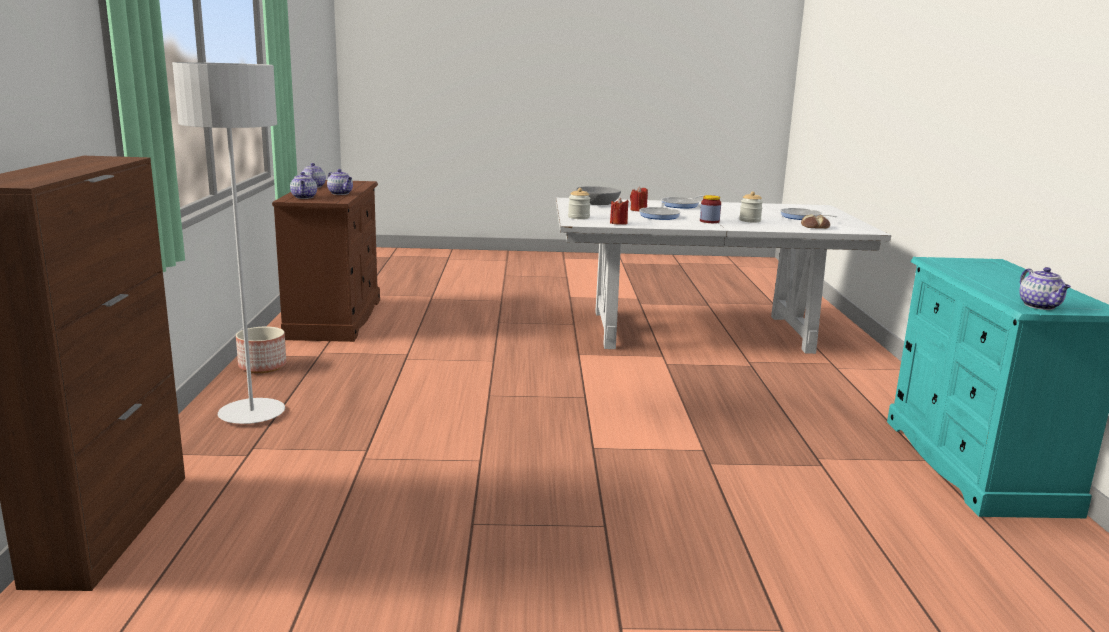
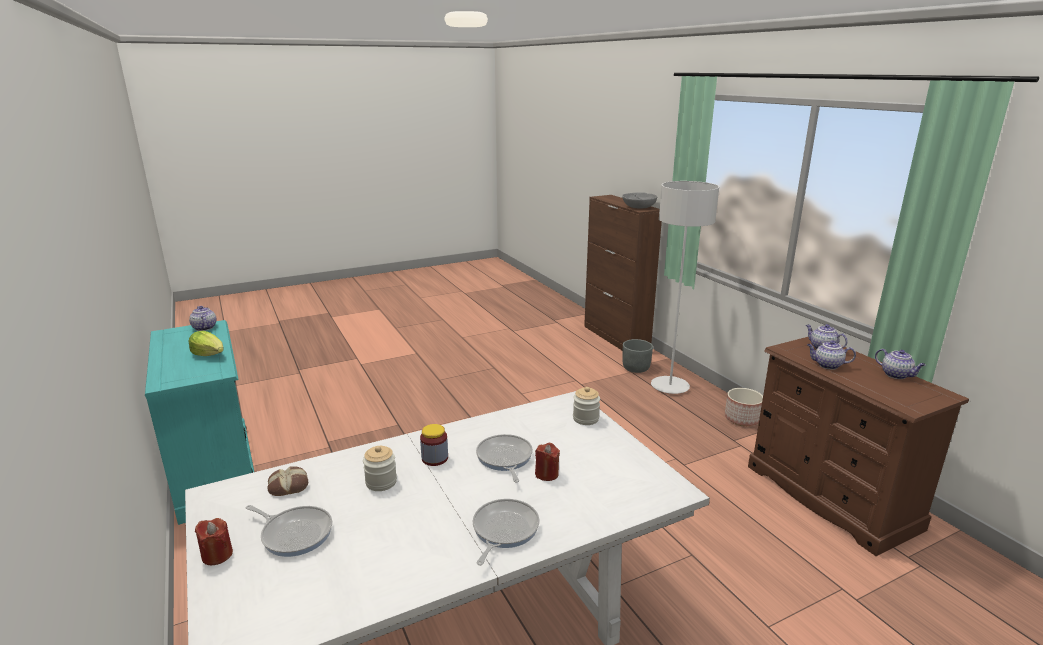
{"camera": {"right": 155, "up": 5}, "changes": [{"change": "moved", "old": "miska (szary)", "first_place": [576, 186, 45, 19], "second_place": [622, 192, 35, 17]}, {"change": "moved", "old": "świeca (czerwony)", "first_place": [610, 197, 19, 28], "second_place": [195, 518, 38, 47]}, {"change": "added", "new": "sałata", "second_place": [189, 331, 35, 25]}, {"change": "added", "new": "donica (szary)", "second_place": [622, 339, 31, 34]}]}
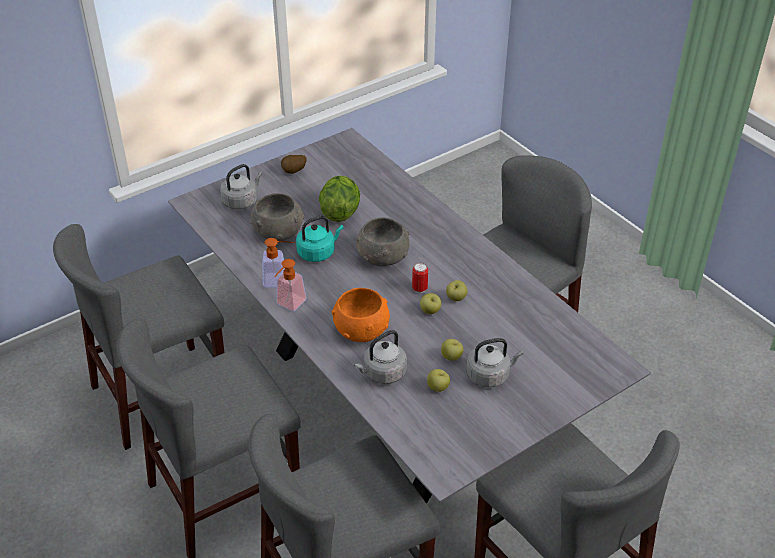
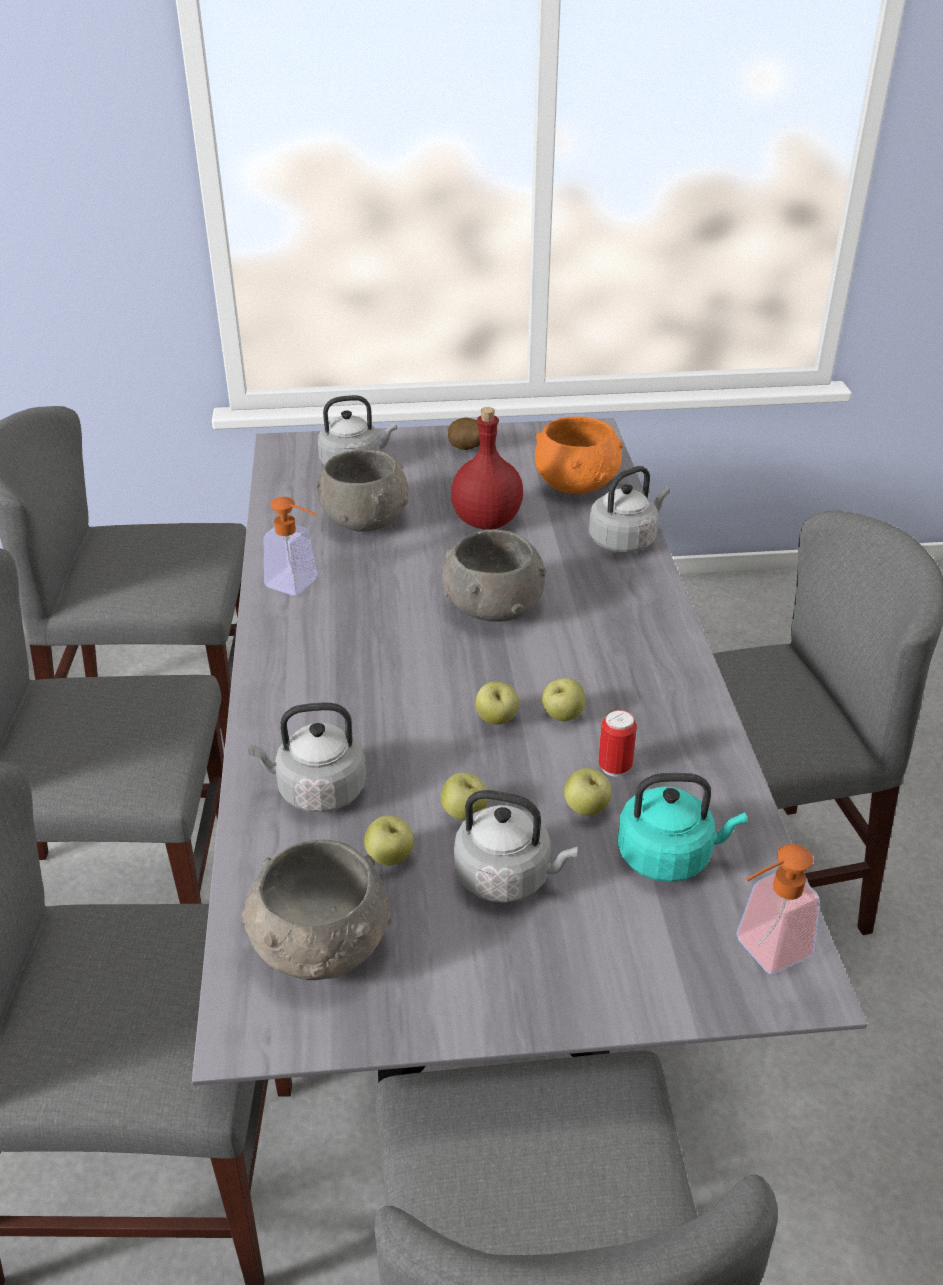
{"camera": {"right": 30, "up": -5}, "changes": [{"change": "moved", "old": "dozownik mydła", "first_place": [274, 259, 33, 52], "second_place": [736, 844, 84, 130]}, {"change": "moved", "old": "czajnik (turkusowy)", "first_place": [296, 216, 48, 46], "second_place": [618, 773, 129, 109]}, {"change": "replaced", "old": "sałata", "new": "butelka (czerwony)", "first_place": [319, 176, 41, 46], "second_place": [451, 407, 72, 123]}, {"change": "moved", "old": "miska (pomarańczowy)", "first_place": [332, 288, 58, 54], "second_place": [535, 416, 88, 78]}, {"change": "moved", "old": "puszka", "first_place": [412, 263, 16, 30], "second_place": [598, 710, 39, 67]}, {"change": "added", "new": "miska (szary)", "second_place": [241, 840, 151, 140]}, {"change": "added", "new": "jabłko", "second_place": [564, 768, 48, 48]}, {"change": "added", "new": "czajnik (szary)", "second_place": [589, 466, 81, 87]}]}
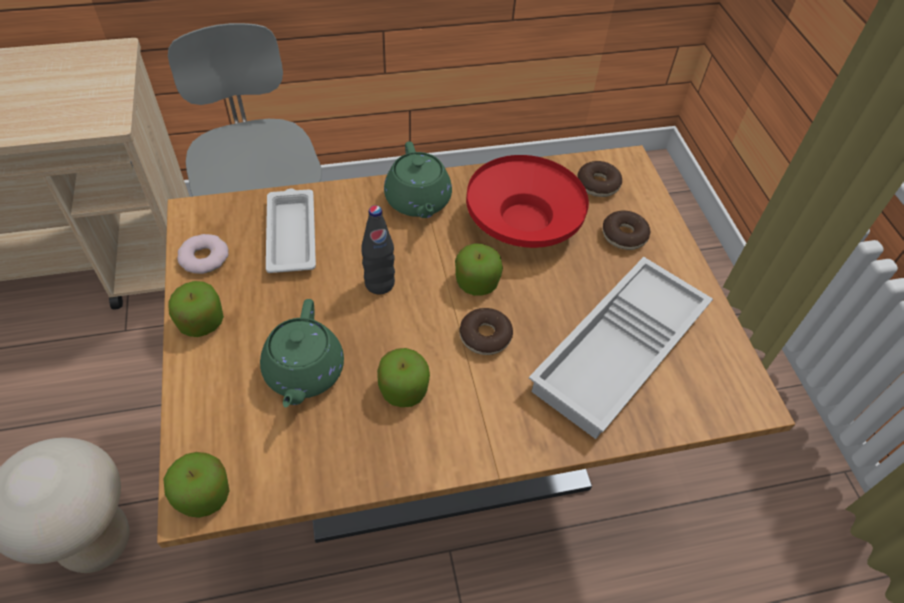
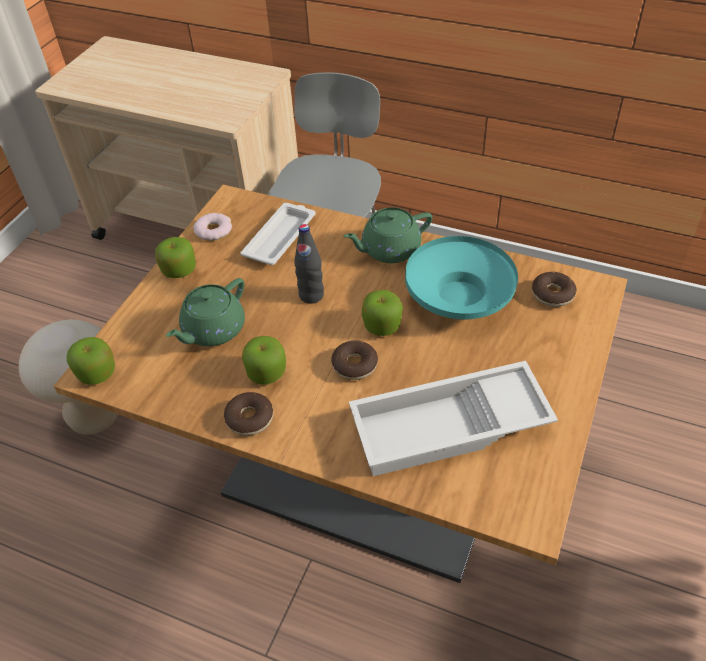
{"camera": {"right": 40, "up": -5}, "changes": [{"change": "turned", "old": "imbryk (zielony)", "first_place": [384, 141, 68, 77], "second_place": [344, 207, 88, 56], "degrees": 45}, {"change": "recoloured", "old": "miska (czerwony)", "new": "miska (turkusowy)", "first_place": [466, 155, 123, 93], "second_place": [405, 236, 113, 83]}, {"change": "moved", "old": "donut", "first_place": [603, 211, 47, 39], "second_place": [224, 392, 49, 44]}]}
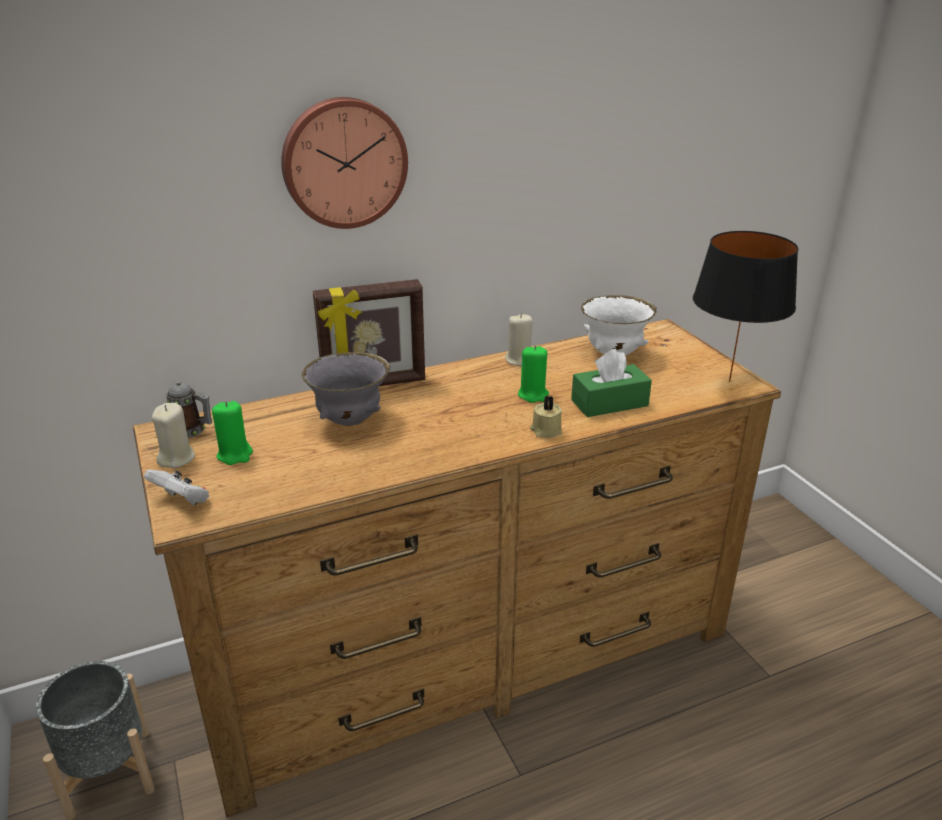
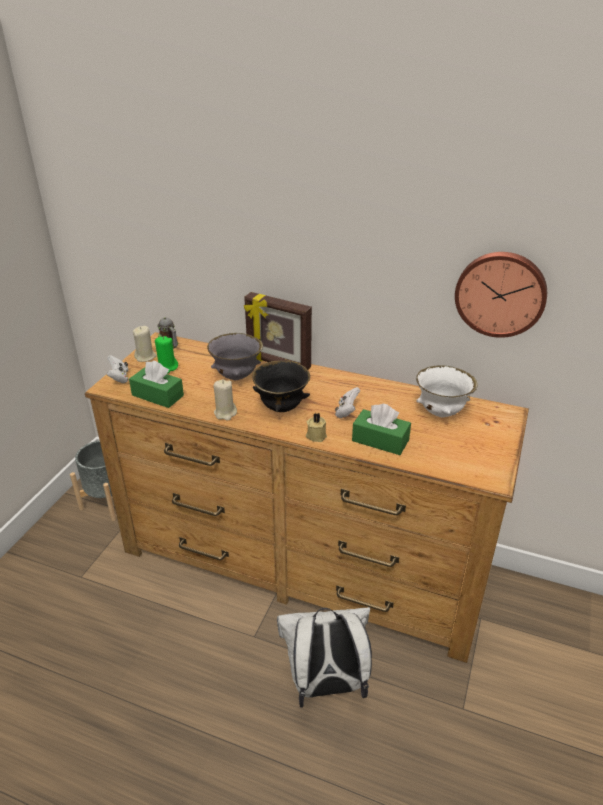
{"camera": {"right": 45, "up": 5}, "changes": [{"change": "moved", "old": "zegar ścienny", "first_place": [281, 97, 127, 132], "second_place": [455, 252, 92, 86]}, {"change": "moved", "old": "świeca (beżowy)", "first_place": [505, 313, 28, 54], "second_place": [214, 379, 23, 42]}, {"change": "replaced", "old": "świeca (zielony)", "new": "pad do gier (biały)", "first_place": [518, 345, 31, 58], "second_place": [335, 387, 25, 31]}, {"change": "removed", "old": "lampa stołowa (czarny)", "first_place": [693, 231, 105, 151]}, {"change": "added", "new": "pudełko chusteczek (zielony)", "second_place": [129, 361, 55, 47]}, {"change": "added", "new": "miska (czarny)", "second_place": [252, 360, 58, 52]}, {"change": "added", "new": "plecak (biały)", "second_place": [277, 607, 95, 101]}]}
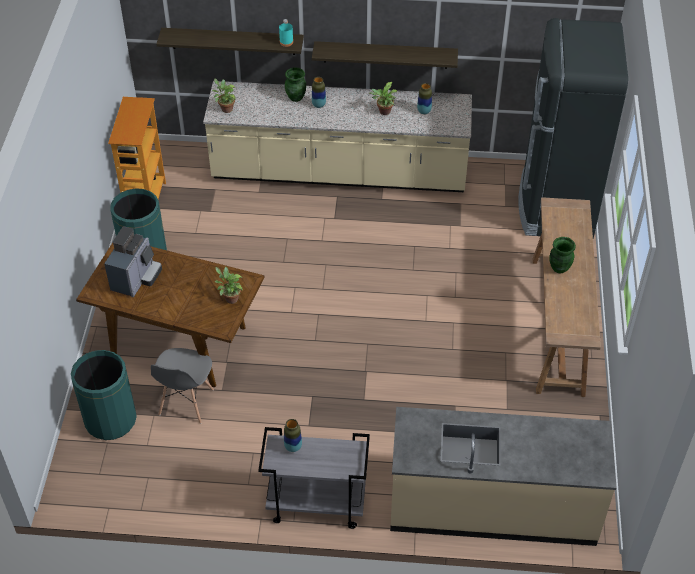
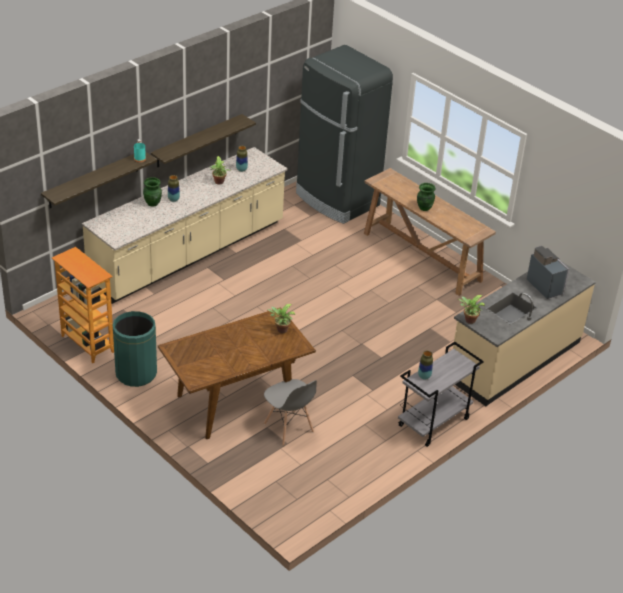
{"camera": {"right": -50, "up": -10}, "changes": [{"change": "removed", "old": "kosz na śmieci (zielony)", "first_place": [71, 350, 66, 90]}, {"change": "moved", "old": "ekspres do kawy", "first_place": [104, 227, 58, 70], "second_place": [527, 246, 42, 53]}, {"change": "moved", "old": "roślina doniczkowa", "first_place": [212, 79, 24, 34], "second_place": [458, 295, 27, 29]}]}
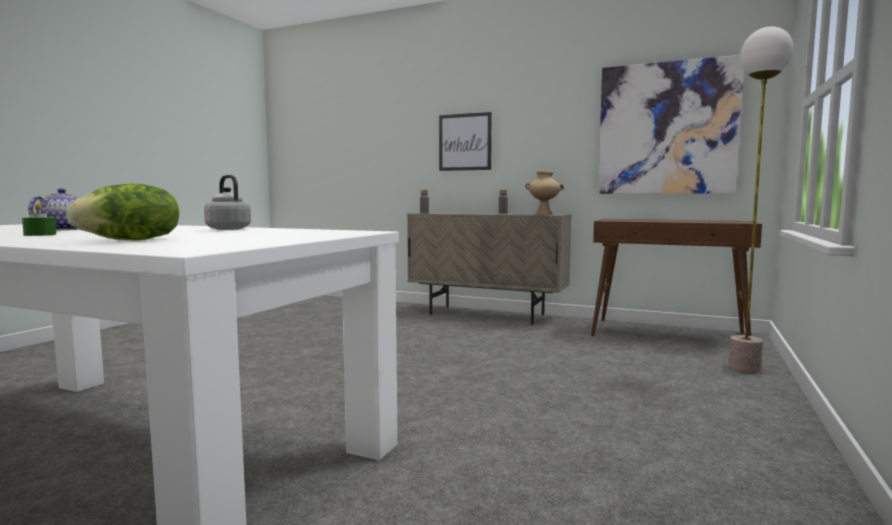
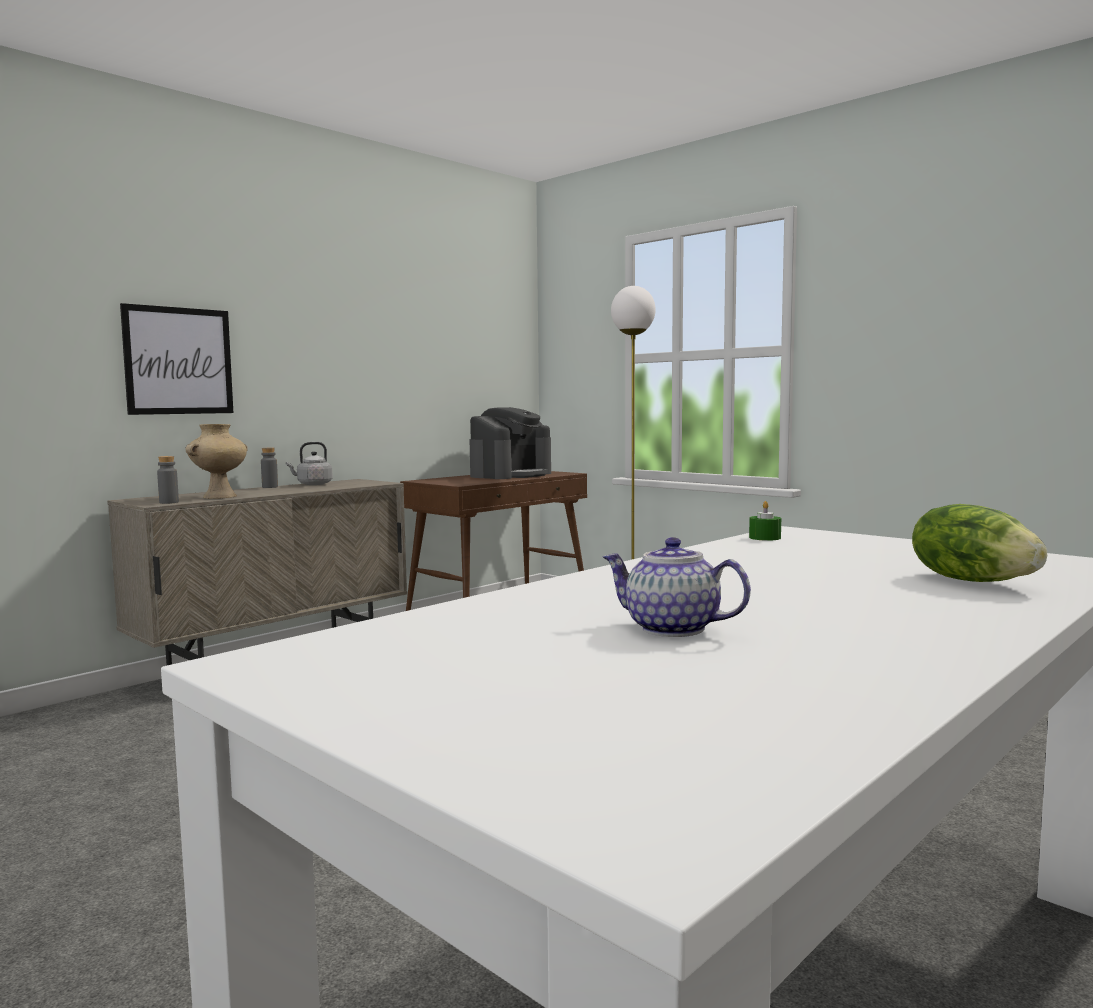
{"camera": {"right": -70, "up": 0}, "changes": [{"change": "moved", "old": "świeca (zielony)", "first_place": [22, 203, 34, 33], "second_place": [749, 501, 32, 40]}, {"change": "moved", "old": "czajnik (szary)", "first_place": [204, 175, 47, 55], "second_place": [286, 442, 47, 43]}, {"change": "moved", "old": "wazon (beżowy)", "first_place": [525, 172, 39, 43], "second_place": [185, 424, 62, 75]}, {"change": "removed", "old": "obraz", "first_place": [598, 55, 146, 139]}, {"change": "added", "new": "ekspres do kawy", "second_place": [469, 407, 82, 72]}]}
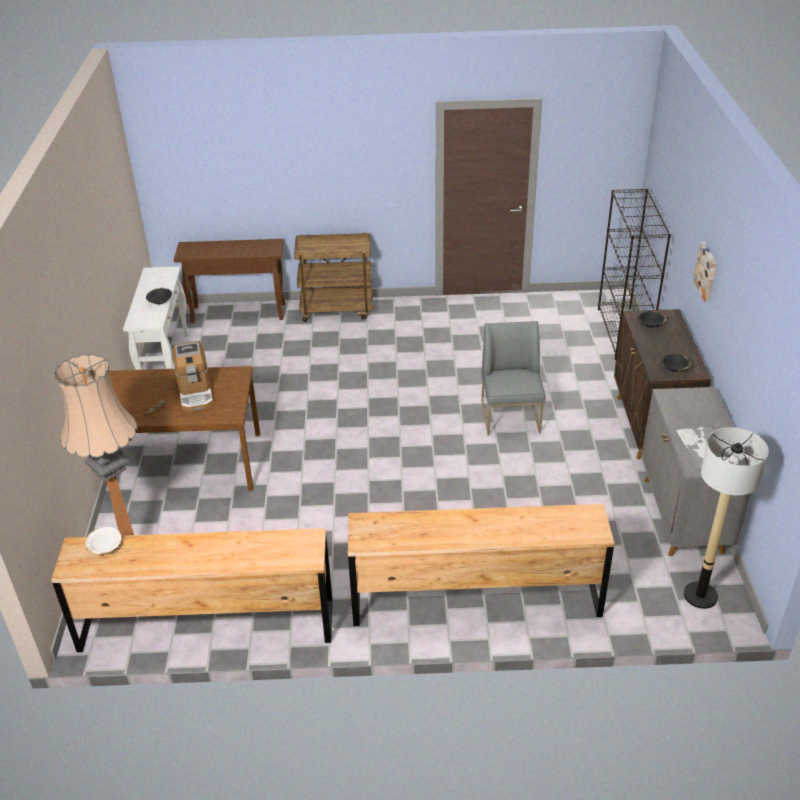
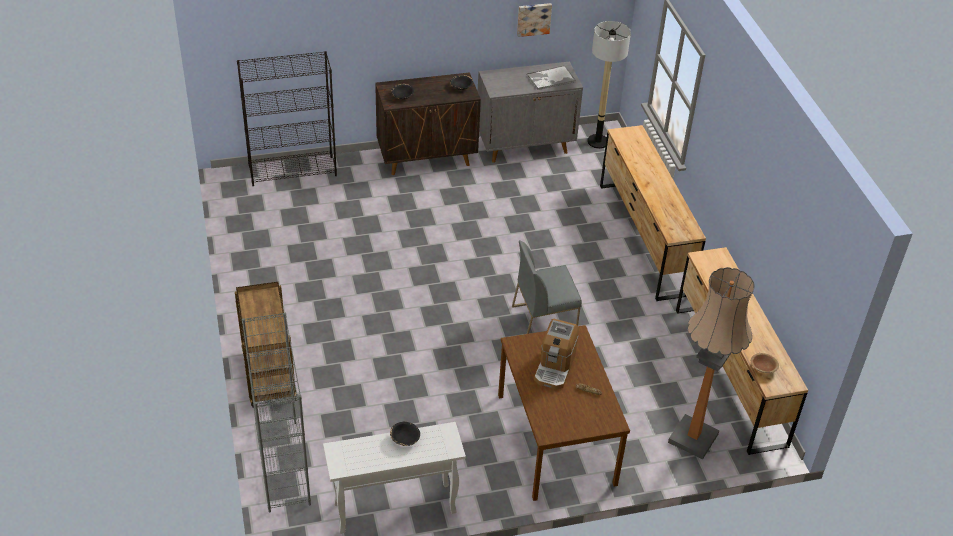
{"camera": {"right": -105, "up": 5}, "changes": [{"change": "recoloured", "old": "miska (biały)", "new": "miska (brązowy)", "first_place": [85, 527, 36, 27], "second_place": [751, 353, 28, 20]}, {"change": "turned", "old": "ekspres do kawy", "first_place": [173, 341, 41, 71], "second_place": [534, 319, 45, 70], "degrees": 135}, {"change": "replaced", "old": "stolik konsolowy (brązowy)", "new": "regał (szary)", "first_place": [174, 239, 111, 84], "second_place": [242, 313, 69, 200]}, {"change": "moved", "old": "krzesło (szary)", "first_place": [481, 321, 64, 115], "second_place": [512, 240, 70, 94]}, {"change": "moved", "old": "obraz", "first_place": [693, 242, 24, 60], "second_place": [517, 3, 35, 34]}]}
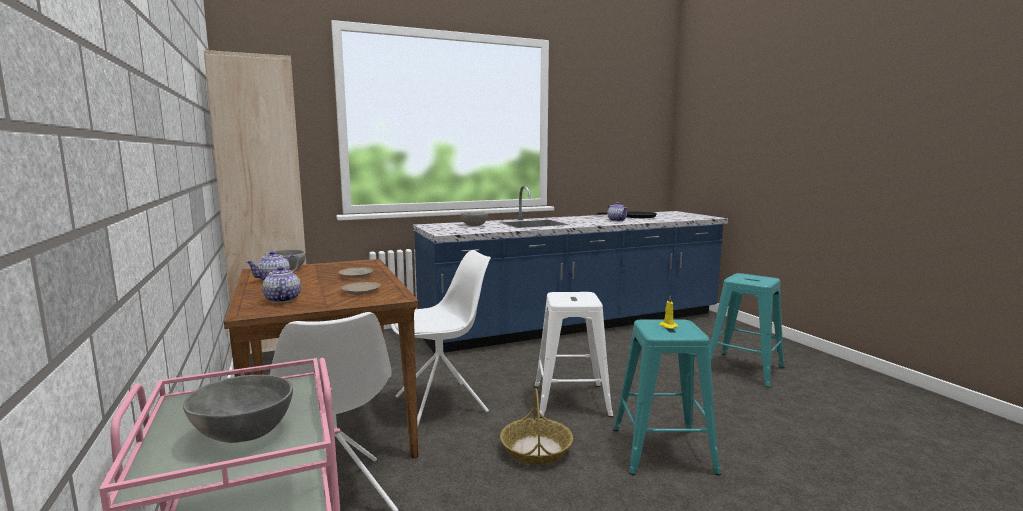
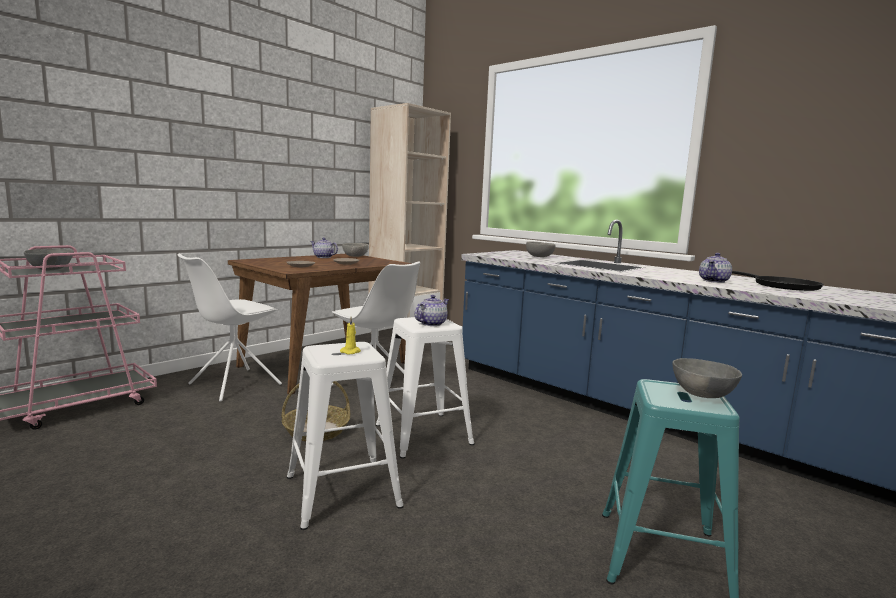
{"camera": {"right": 65, "up": 0}, "changes": [{"change": "moved", "old": "imbryk", "first_place": [262, 266, 39, 37], "second_place": [414, 295, 35, 31]}, {"change": "recoloured", "old": "stołek (turkusowy)", "new": "stołek (biały)", "first_place": [613, 320, 108, 155], "second_place": [287, 342, 117, 188]}, {"change": "added", "new": "miska (szary)", "second_place": [673, 358, 69, 40]}]}
